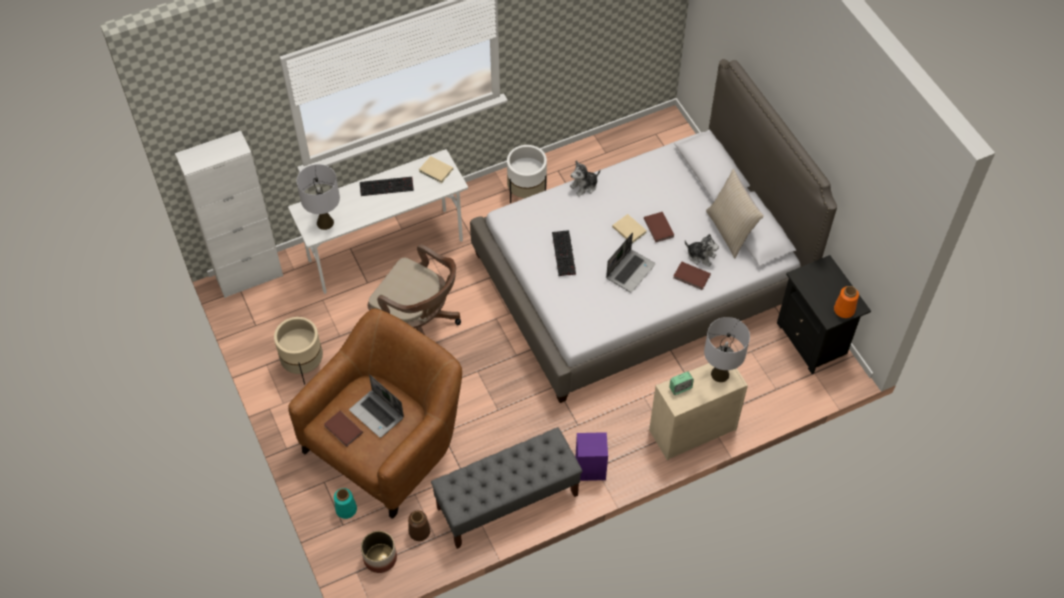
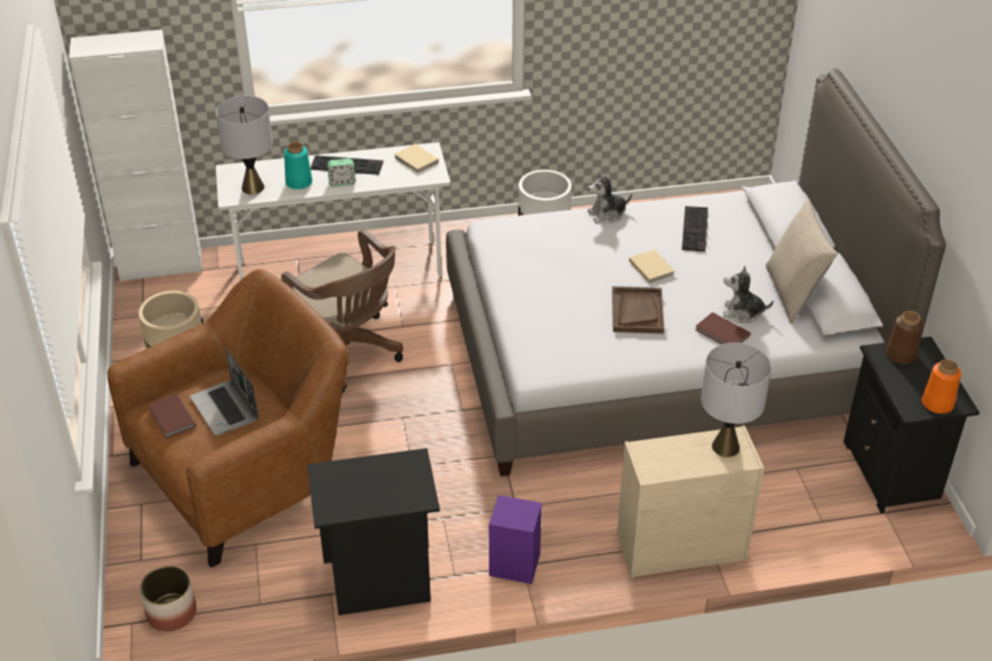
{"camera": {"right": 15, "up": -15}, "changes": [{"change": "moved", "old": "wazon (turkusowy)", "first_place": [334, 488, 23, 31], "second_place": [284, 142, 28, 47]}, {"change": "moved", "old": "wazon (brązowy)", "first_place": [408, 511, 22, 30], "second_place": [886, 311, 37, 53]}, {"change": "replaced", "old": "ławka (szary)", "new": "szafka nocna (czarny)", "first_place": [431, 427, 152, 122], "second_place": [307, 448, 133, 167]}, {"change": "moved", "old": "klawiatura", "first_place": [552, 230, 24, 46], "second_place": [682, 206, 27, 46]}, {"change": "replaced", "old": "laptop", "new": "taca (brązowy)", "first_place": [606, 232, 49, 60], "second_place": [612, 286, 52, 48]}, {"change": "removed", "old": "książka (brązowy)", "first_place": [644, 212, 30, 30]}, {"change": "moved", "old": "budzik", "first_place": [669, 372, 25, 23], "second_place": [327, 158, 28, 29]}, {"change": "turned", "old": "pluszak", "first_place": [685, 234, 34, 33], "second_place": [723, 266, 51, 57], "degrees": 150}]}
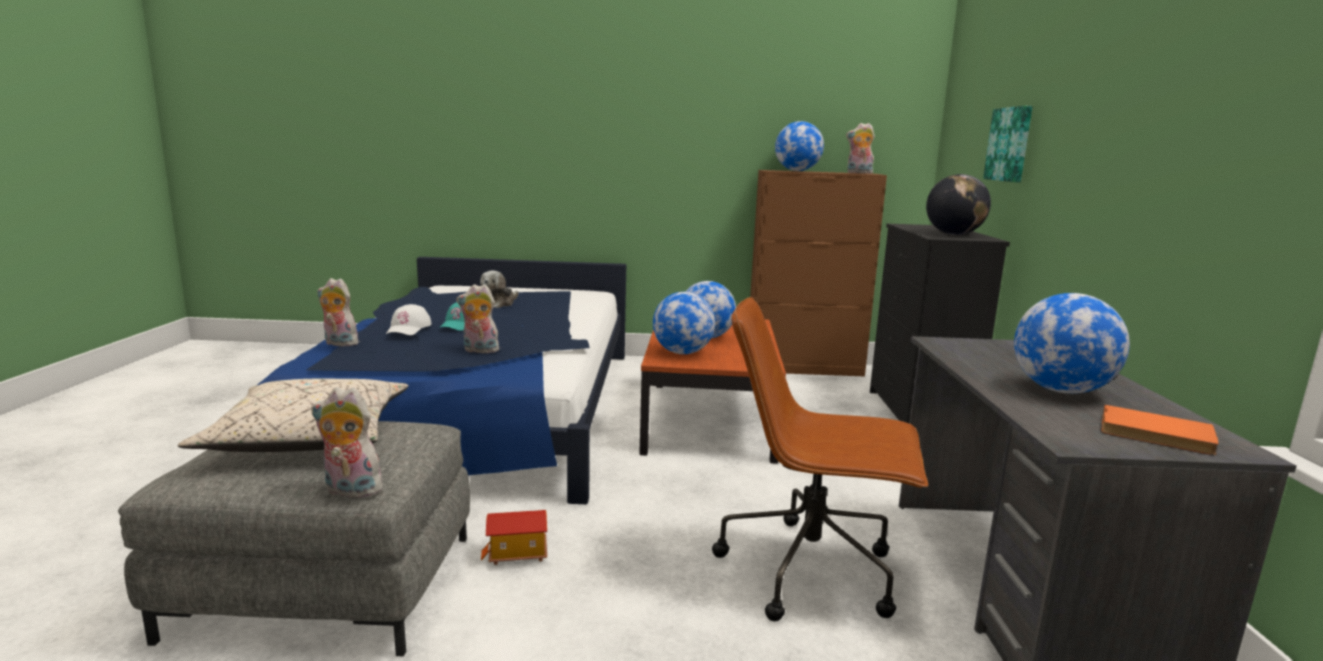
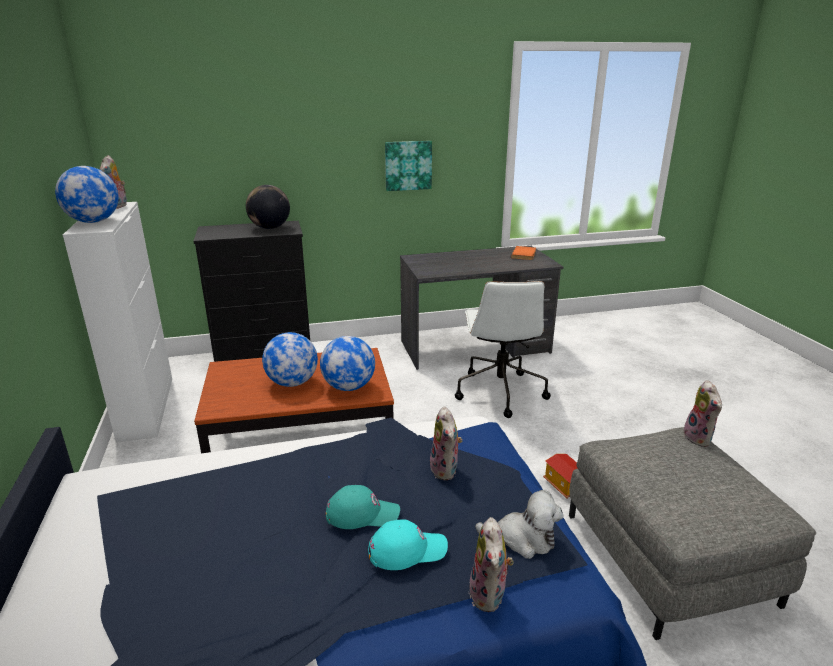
{"camera": {"right": -105, "up": 10}, "changes": [{"change": "removed", "old": "poduszka (beżowy)", "first_place": [178, 379, 231, 73]}, {"change": "recoloured", "old": "czapka z daszkiem (biały)", "new": "czapka z daszkiem (turkusowy)", "first_place": [386, 304, 46, 31], "second_place": [368, 519, 80, 51]}, {"change": "moved", "old": "pluszak", "first_place": [480, 270, 38, 38], "second_place": [475, 490, 88, 69]}, {"change": "recoloured", "old": "krzesło biurowe (brązowy)", "new": "krzesło biurowe (biały)", "first_place": [712, 297, 216, 324], "second_place": [455, 281, 96, 137]}, {"change": "recoloured", "old": "szafka (brązowy)", "new": "szafka (biały)", "first_place": [750, 170, 137, 206], "second_place": [63, 202, 109, 241]}, {"change": "moved", "old": "obraz", "first_place": [983, 106, 50, 76], "second_place": [385, 141, 47, 50]}, {"change": "removed", "old": "globus", "first_place": [1014, 293, 116, 101]}]}
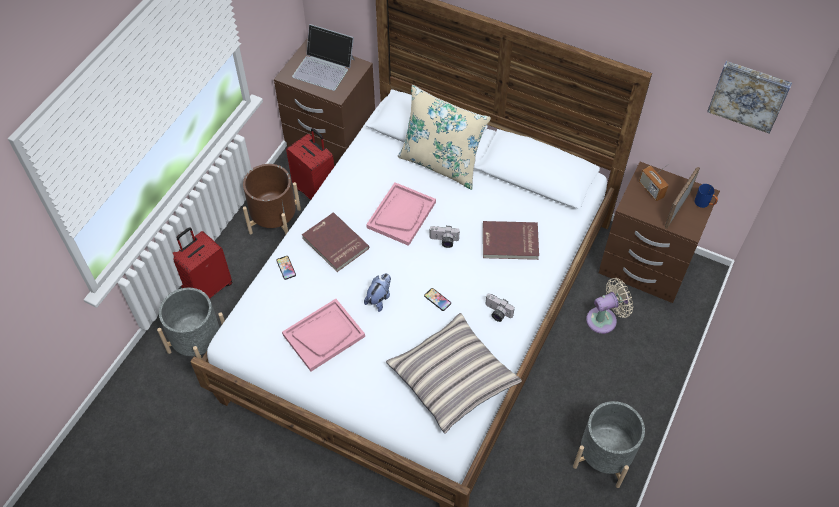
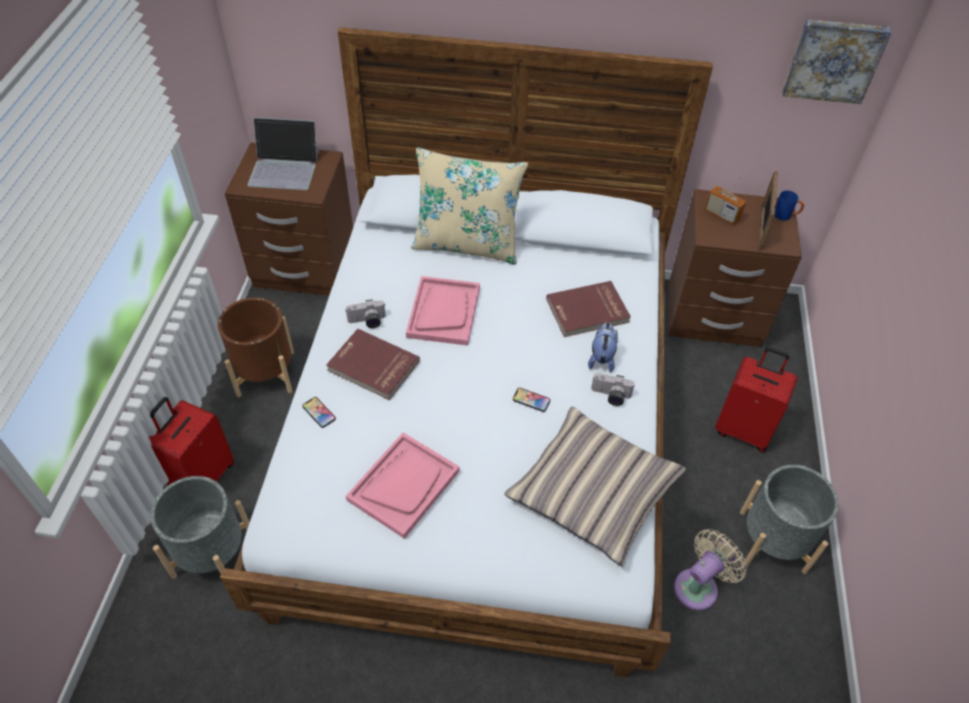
{"camera": {"right": -20, "up": -5}, "changes": [{"change": "moved", "old": "walizka (czerwony)", "first_place": [286, 128, 48, 72], "second_place": [715, 347, 83, 105]}, {"change": "moved", "old": "pluszak", "first_place": [364, 273, 27, 39], "second_place": [588, 322, 30, 50]}, {"change": "moved", "old": "aparat fotograficzny", "first_place": [430, 226, 30, 22], "second_place": [346, 299, 40, 29]}, {"change": "moved", "old": "wentylator (beżowy)", "first_place": [586, 278, 47, 56], "second_place": [674, 529, 73, 82]}]}
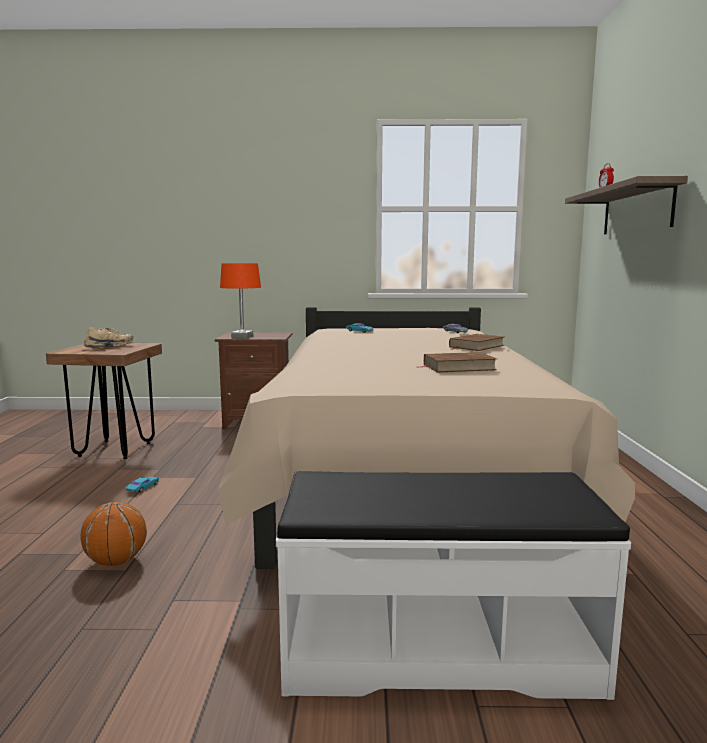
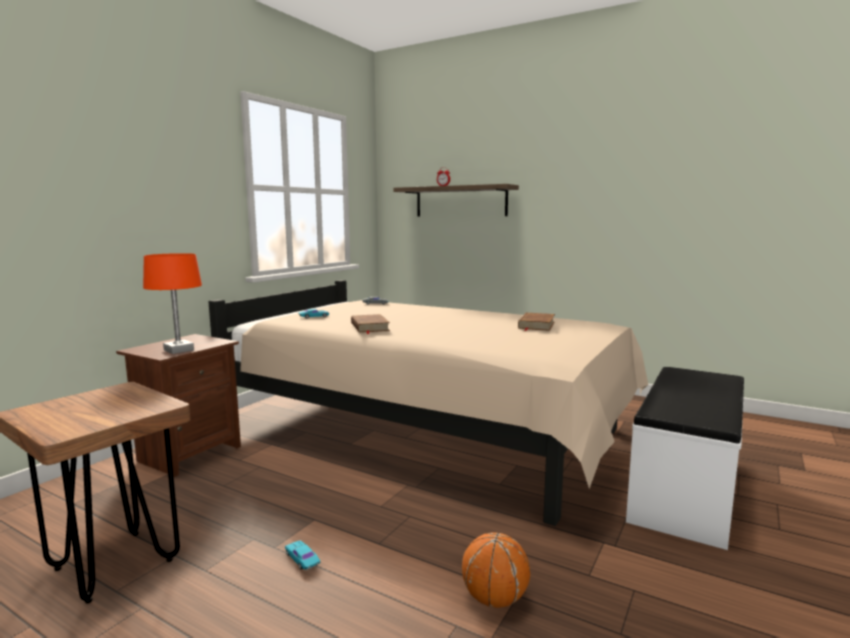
{"camera": {"right": -60, "up": 0}, "changes": [{"change": "removed", "old": "but (beżowy)", "first_place": [84, 327, 50, 21]}, {"change": "moved", "old": "książka (brązowy)", "first_place": [449, 334, 55, 17], "second_place": [351, 314, 39, 20]}]}
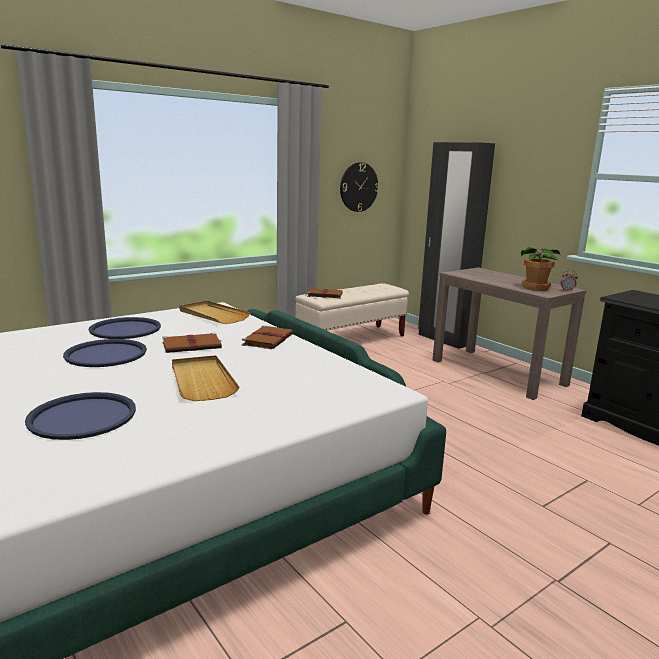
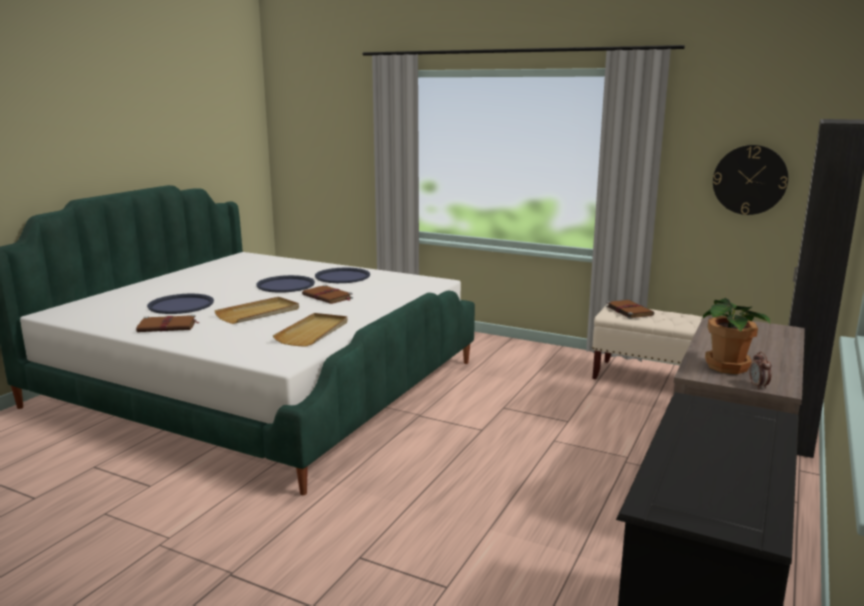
{"camera": {"right": 65, "up": 0}, "changes": [{"change": "moved", "old": "taca (beżowy)", "first_place": [179, 301, 71, 23], "second_place": [273, 313, 74, 34]}, {"change": "moved", "old": "książka (brązowy)", "first_place": [242, 325, 51, 24], "second_place": [136, 315, 63, 17]}]}
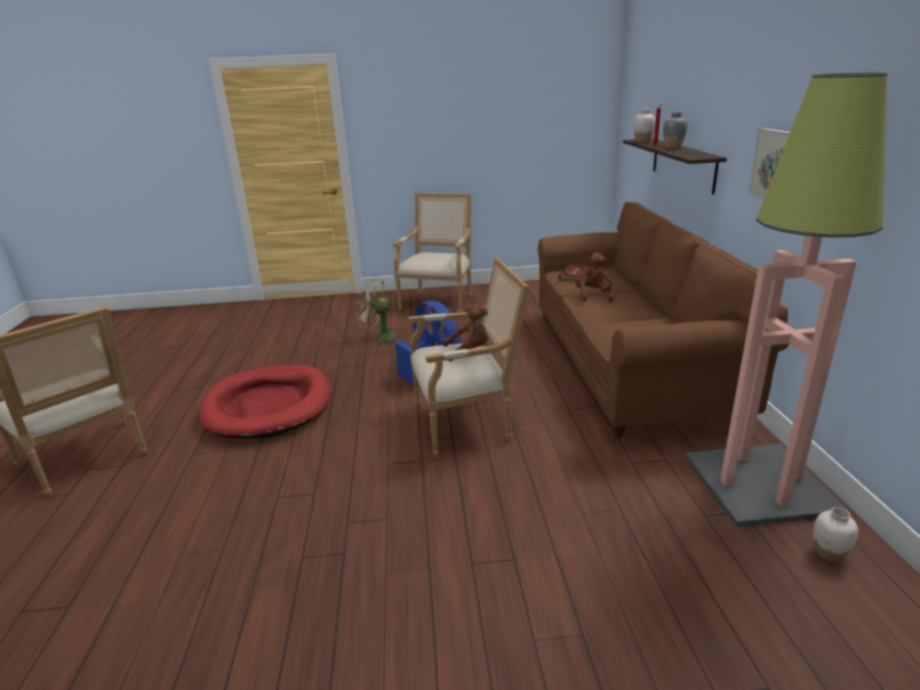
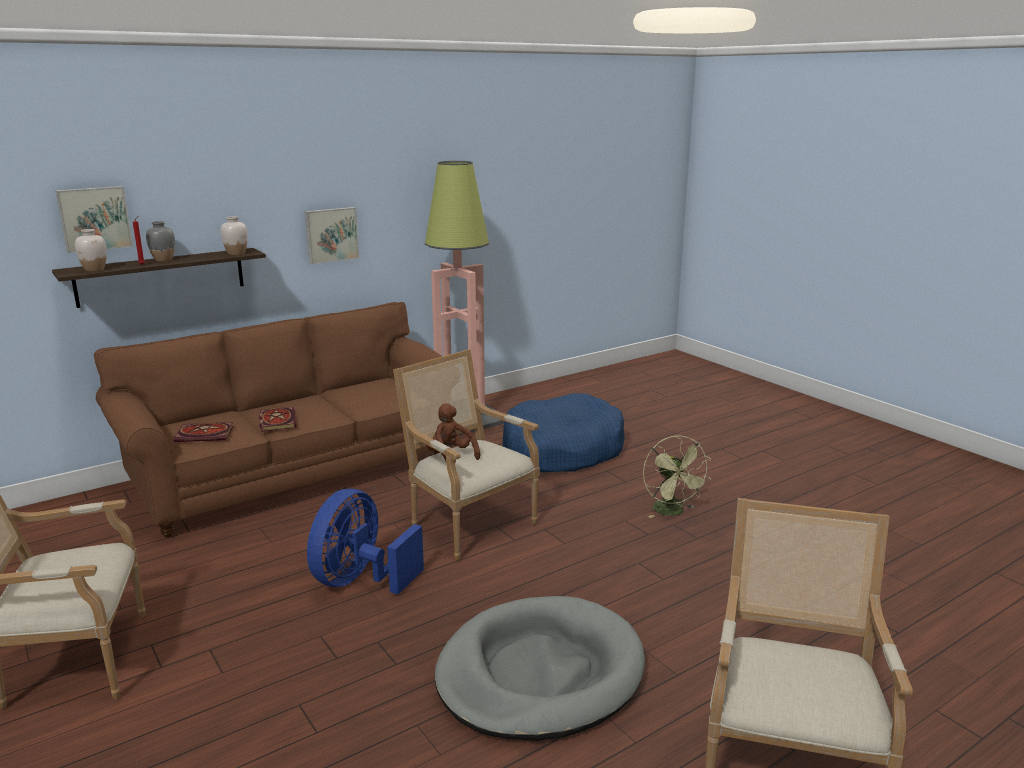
{"camera": {"right": -120, "up": -5}, "changes": [{"change": "recoloured", "old": "legowisko (czerwony)", "new": "legowisko (szary)", "first_place": [199, 365, 132, 74], "second_place": [435, 596, 210, 145]}, {"change": "moved", "old": "wentylator (zielony)", "first_place": [357, 279, 44, 66], "second_place": [643, 436, 68, 82]}, {"change": "replaced", "old": "pluszak (brązowy)", "new": "książka", "first_place": [575, 253, 40, 50], "second_place": [259, 407, 38, 25]}, {"change": "moved", "old": "wazon (biały)", "first_place": [813, 507, 45, 55], "second_place": [221, 216, 27, 39]}, {"change": "added", "new": "obraz", "second_place": [55, 186, 78, 67]}, {"change": "added", "new": "legowisko (niebieski)", "second_place": [502, 393, 123, 79]}]}
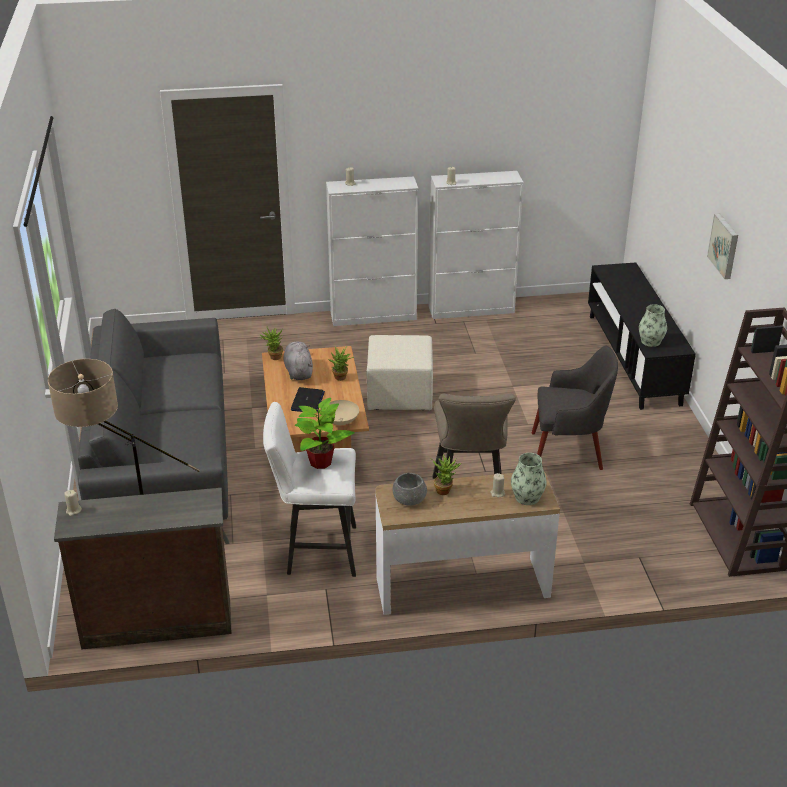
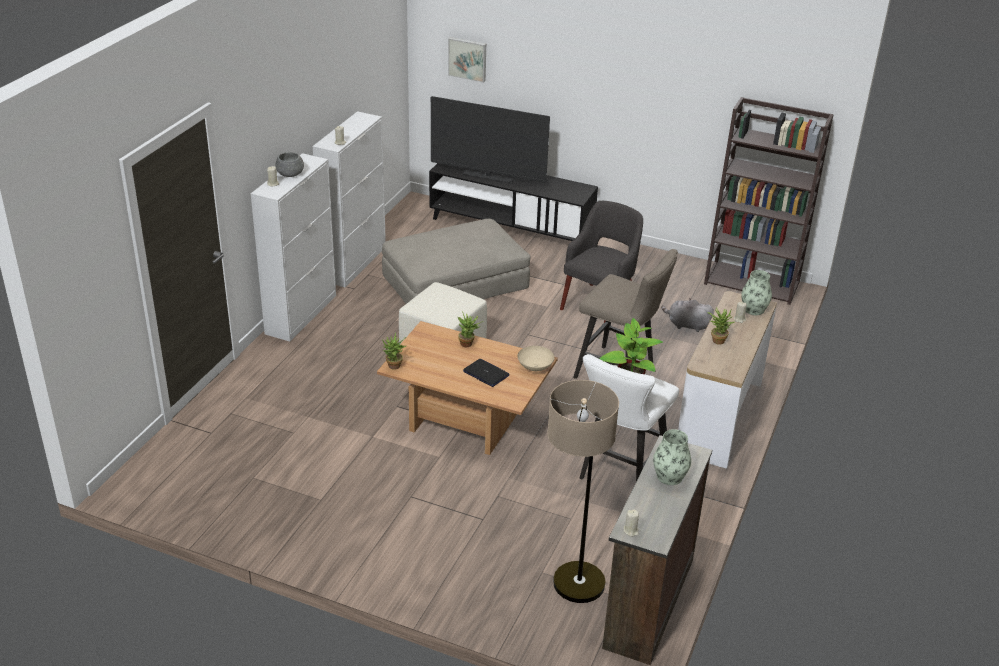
{"camera": {"right": -60, "up": 0}, "changes": [{"change": "removed", "old": "kanapa (szary)", "first_place": [78, 309, 152, 235]}, {"change": "moved", "old": "pluszak (szary)", "first_place": [283, 341, 30, 39], "second_place": [661, 298, 53, 34]}, {"change": "moved", "old": "miska (szary)", "first_place": [393, 473, 34, 33], "second_place": [275, 152, 29, 25]}, {"change": "moved", "old": "wazon", "first_place": [639, 304, 28, 43], "second_place": [653, 429, 38, 56]}, {"change": "moved", "old": "obraz", "first_place": [707, 213, 31, 66], "second_place": [448, 37, 38, 46]}, {"change": "added", "new": "pufa (beżowy)", "second_place": [382, 219, 149, 85]}, {"change": "added", "new": "telewizor", "second_place": [431, 96, 119, 87]}]}
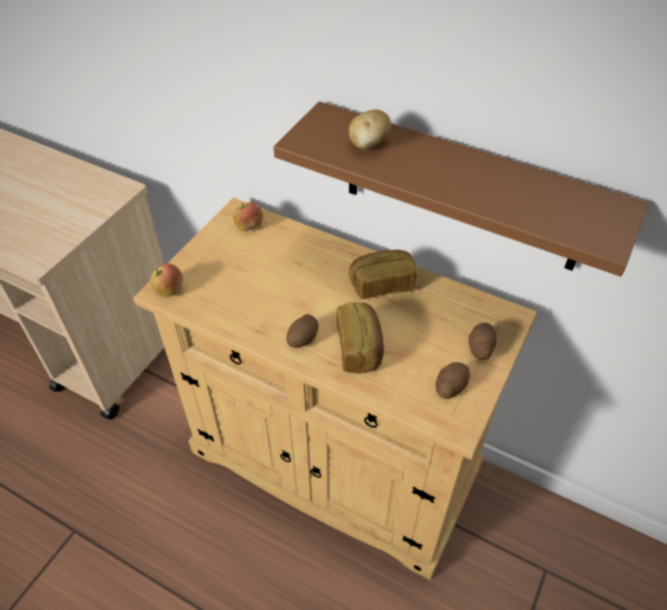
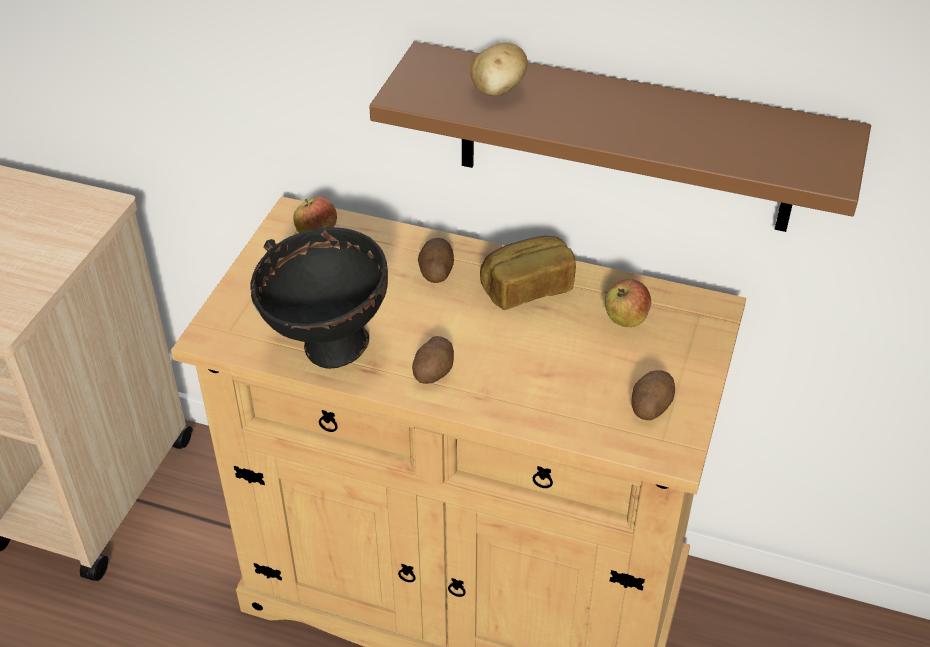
{"camera": {"right": -10, "up": -5}, "changes": [{"change": "moved", "old": "jabłko", "first_place": [150, 263, 33, 34], "second_place": [605, 279, 46, 48]}, {"change": "removed", "old": "chleb", "first_place": [337, 302, 47, 72]}, {"change": "moved", "old": "ziemniak", "first_place": [468, 323, 29, 37], "second_place": [418, 238, 36, 45]}, {"change": "added", "new": "miska (czarny)", "second_place": [250, 227, 138, 142]}]}
